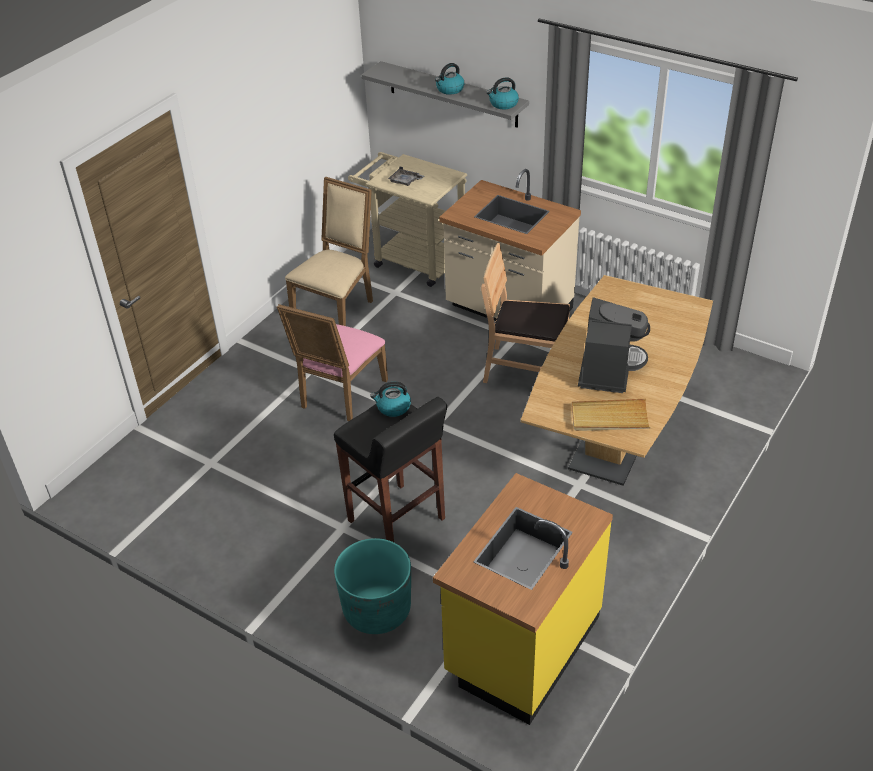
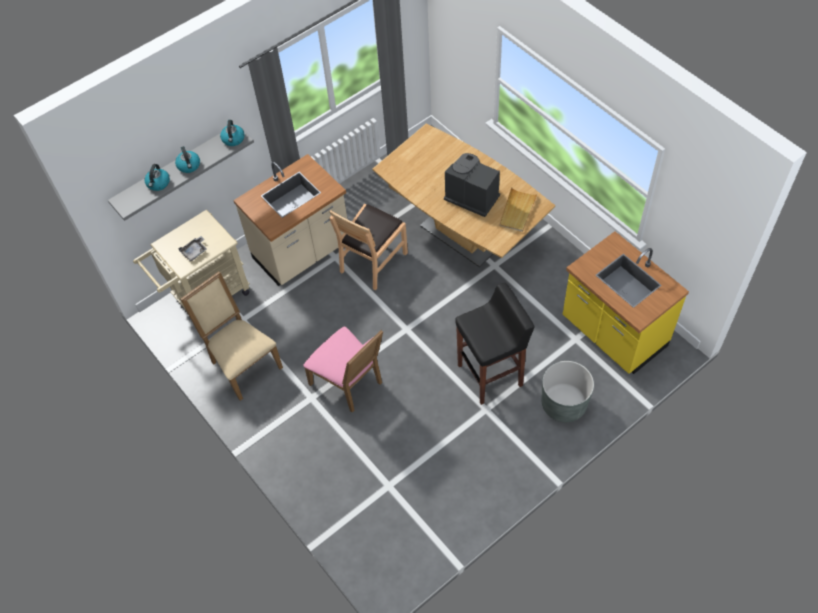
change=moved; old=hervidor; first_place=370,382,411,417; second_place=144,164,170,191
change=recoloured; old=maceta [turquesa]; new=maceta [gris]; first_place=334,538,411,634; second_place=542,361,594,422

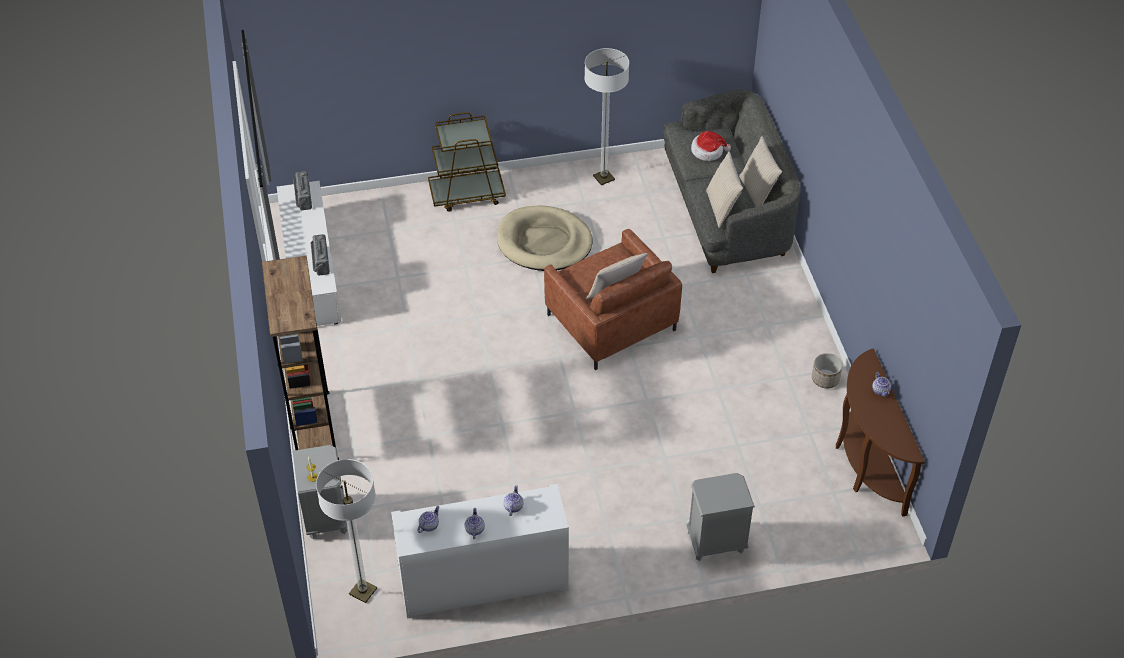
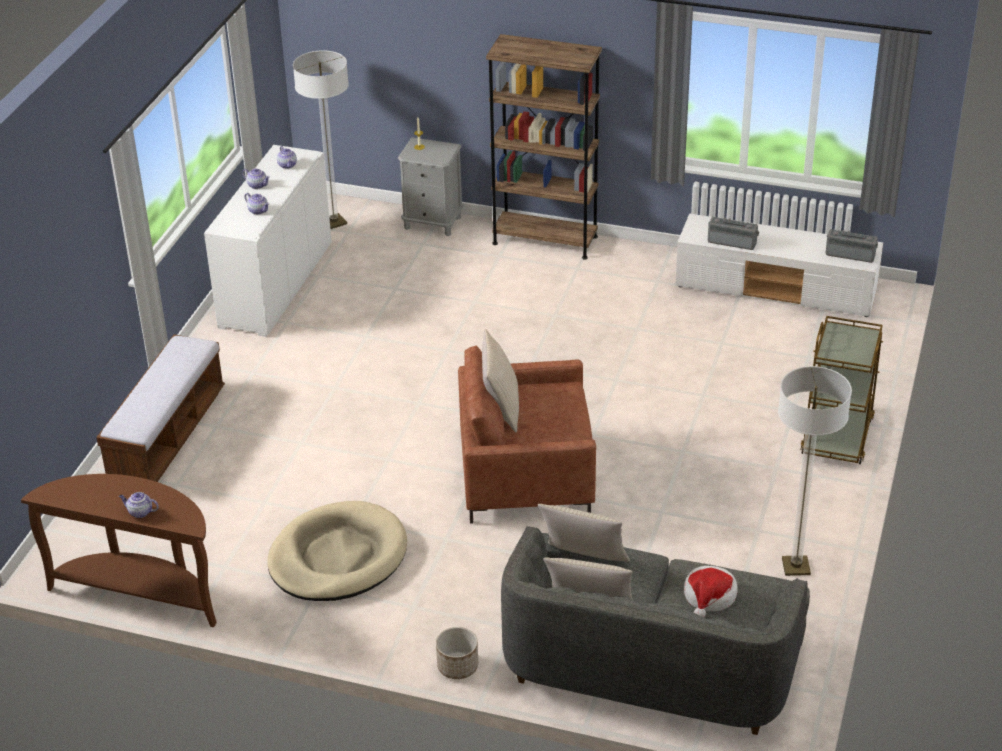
change=moved; old=cama para perro [beis]; first_place=497,205,593,271; second_place=267,501,407,601
change=moved; old=maceta; first_place=812,353,843,388; second_place=436,627,478,679
change=replaced; old=mesita de noche [gris]; new=banco; first_place=687,473,755,561; second_place=96,334,225,482

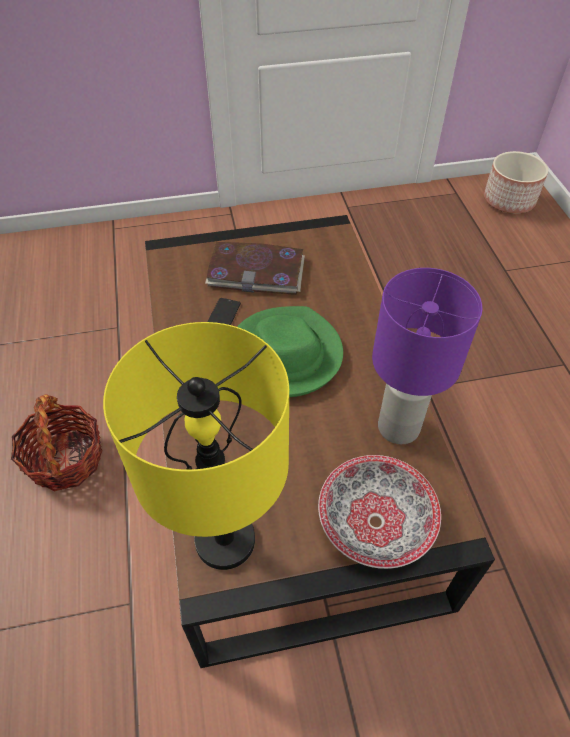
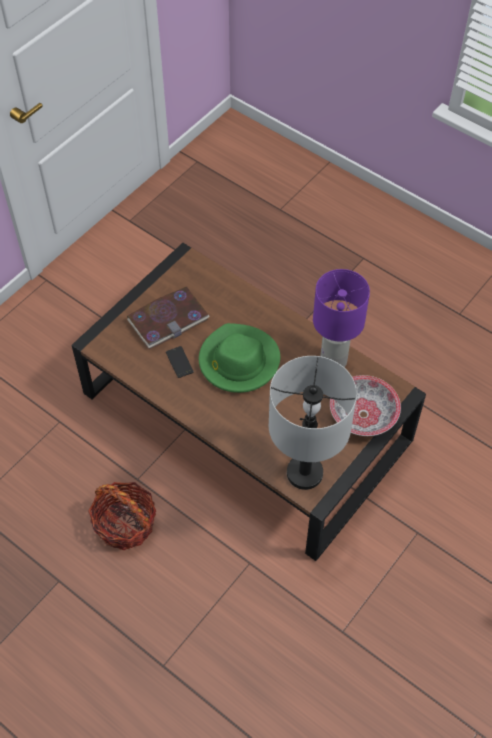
change=removed; old=maceta; first_place=484,151,548,213
change=recoloured; old=lámpara de mesa [amarillo]; new=lámpara de mesa [gris]; first_place=103,322,289,570; second_place=269,356,357,490

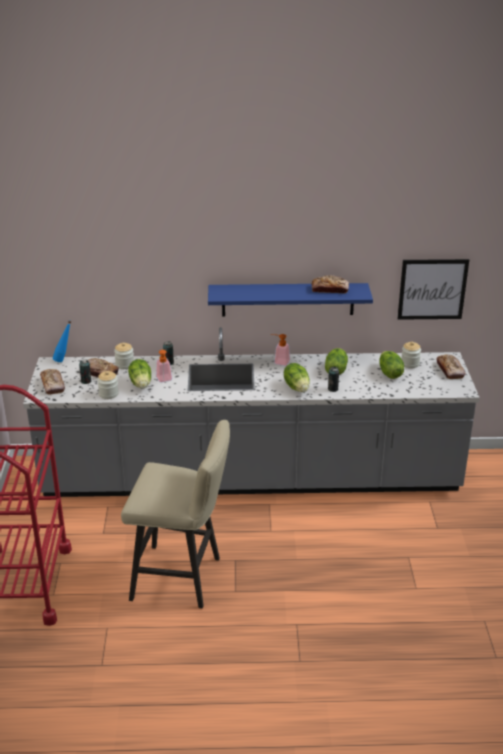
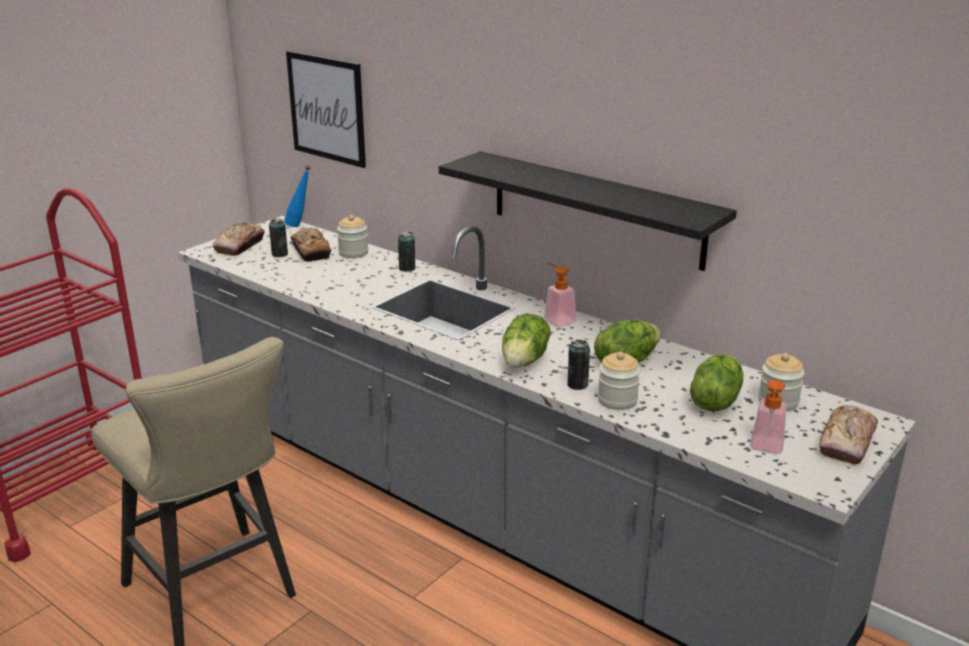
change=moved; old=cuadro; first_place=397,259,469,320; second_place=286,51,366,168
change=removed; old=pan; first_place=312,275,349,294
change=recoloured; old=estante [azul]; new=estante [negro]; first_place=208,283,373,317; second_place=439,151,737,271
change=moved; old=dispensador de jabón; first_place=156,350,172,382; second_place=750,380,787,454
change=removed; old=lechuga; first_place=128,359,151,389
change=moved; old=tarro; first_place=97,371,119,399; second_place=598,352,640,410

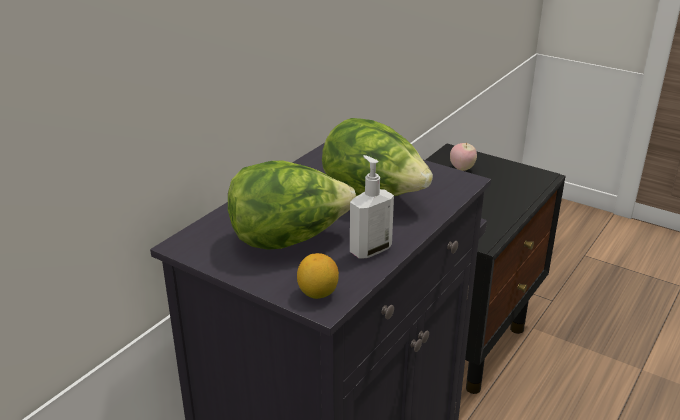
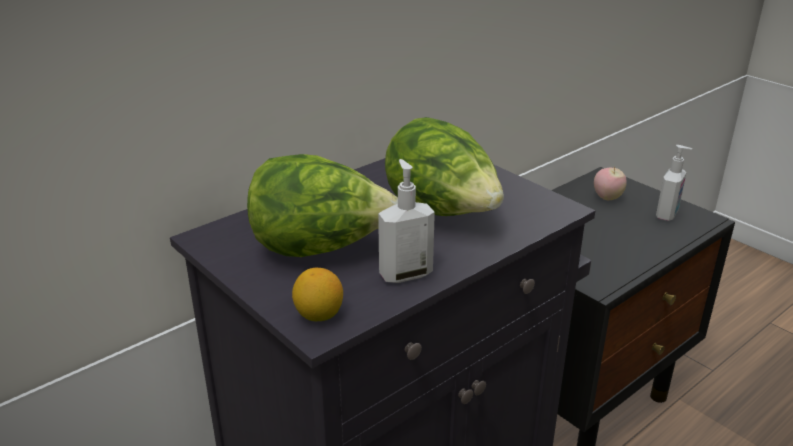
change=added; new=dispensador de jabón; second_place=656,145,692,221

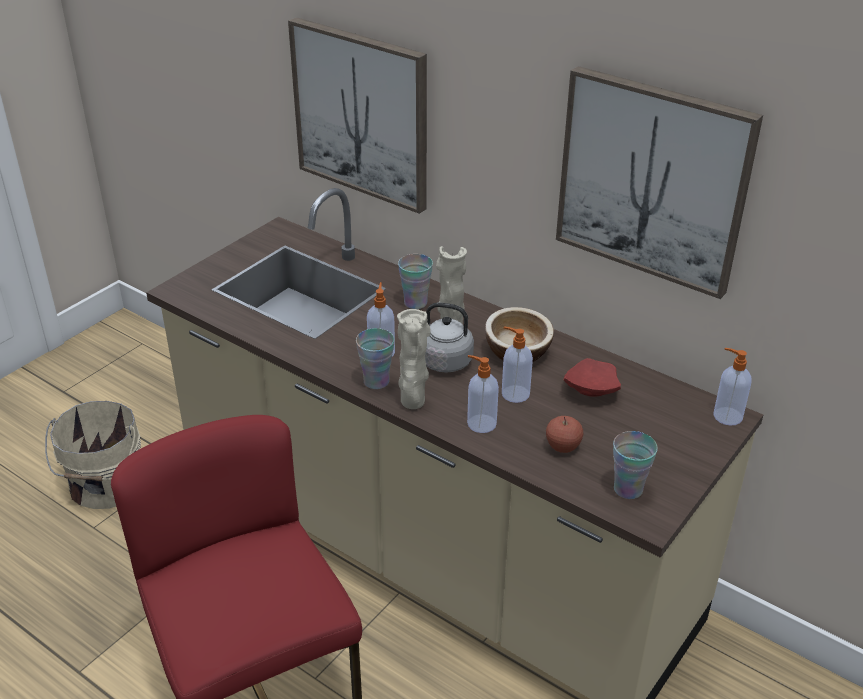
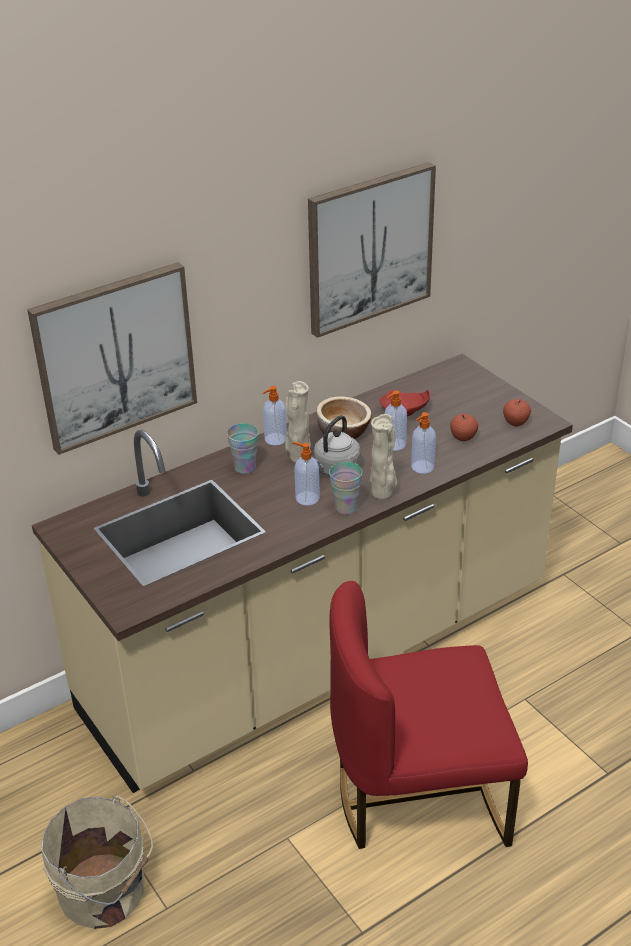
change=moved; old=dispensador de jabón; first_place=713,348,752,426; second_place=263,386,287,445
change=replaced; old=taza; new=manzana; first_place=613,431,658,499; second_place=503,399,531,426

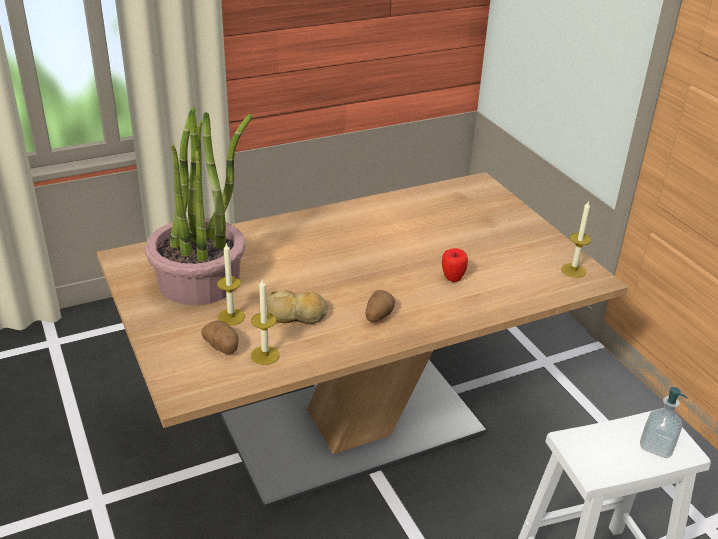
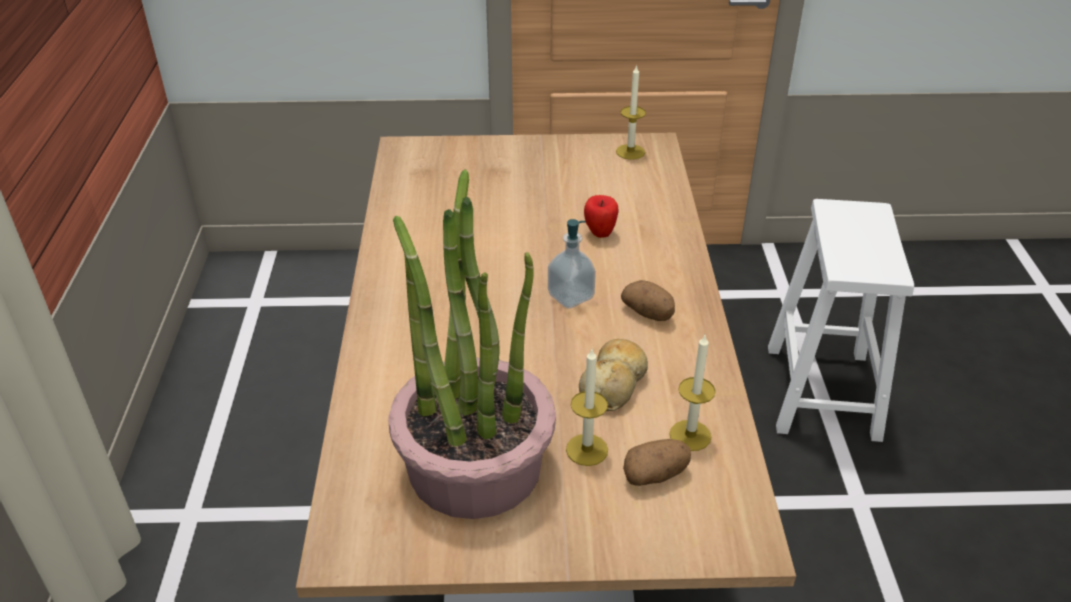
change=moved; old=dispensador de jabón; first_place=640,387,688,458; second_place=548,219,596,309

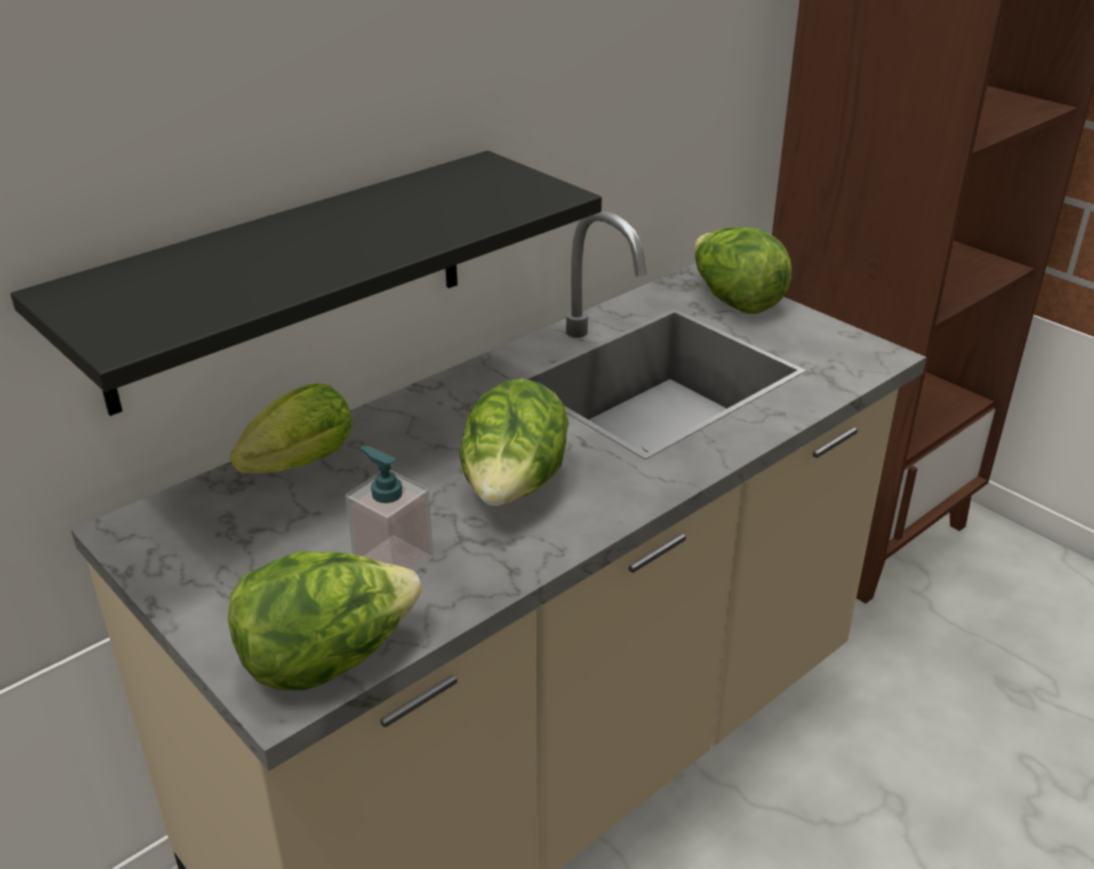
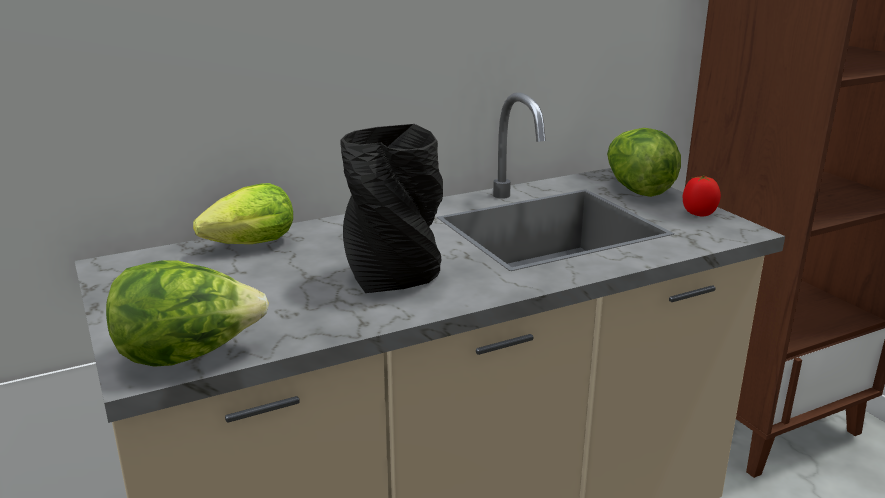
change=removed; old=estante [negro]; first_place=11,151,602,416
change=replaced; old=lechuga; new=florero [negro]; first_place=459,379,569,506; second_place=340,124,443,293
change=removed; old=dispensador de jabón; first_place=345,445,434,571
change=added; new=tomate; second_place=683,175,721,216

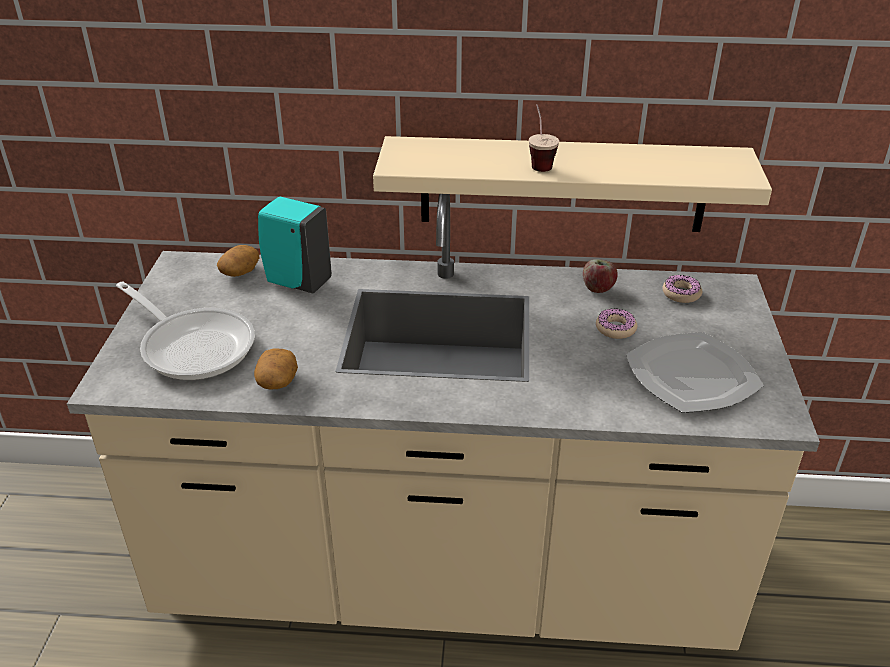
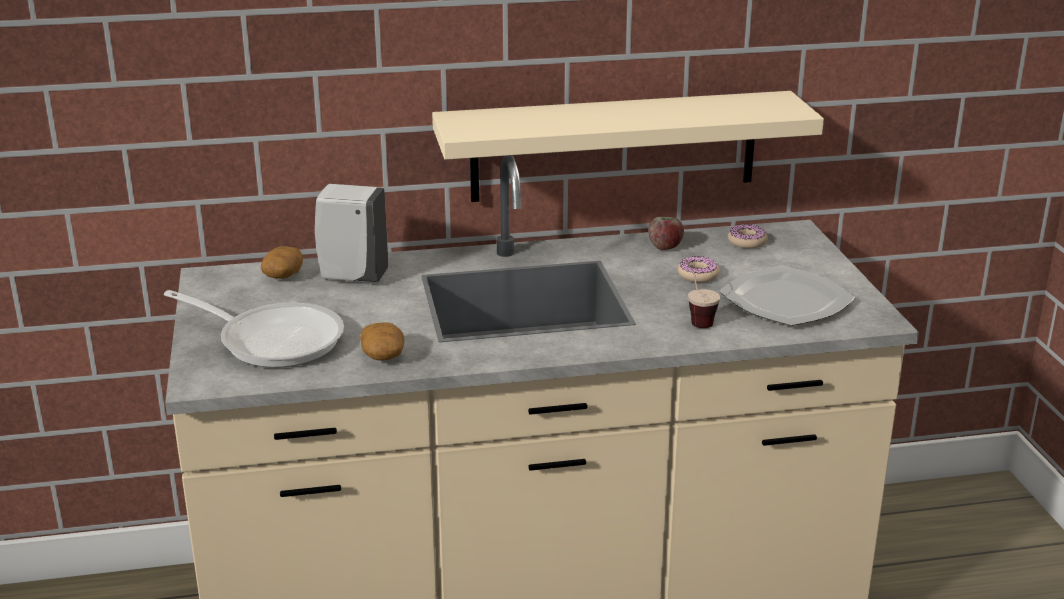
change=moved; old=taza; first_place=529,104,559,172; second_place=685,259,720,328
change=recoloured; old=dispensador de jabón [turquesa]; new=dispensador de jabón [blanco]; first_place=258,196,332,294; second_place=315,184,388,282

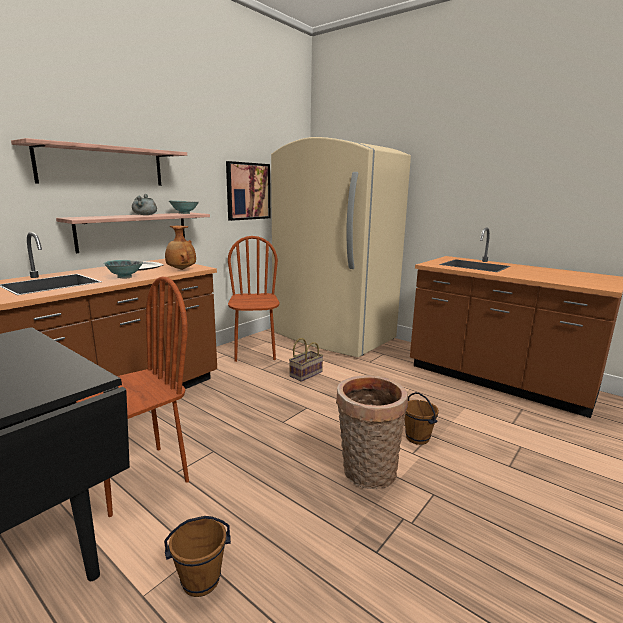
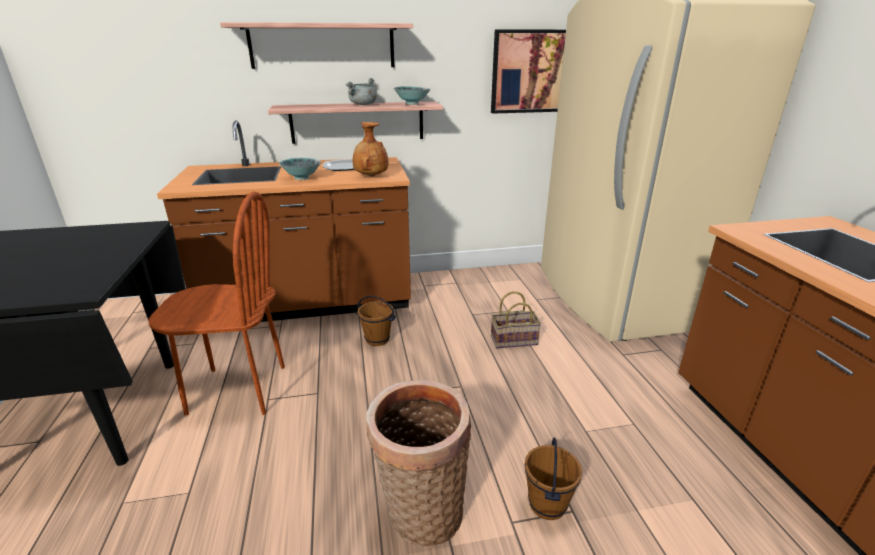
change=removed; old=silla [marrón]; first_place=228,236,280,362
change=moved; old=cubo [marrón]; first_place=164,516,231,597; second_place=356,295,396,346

